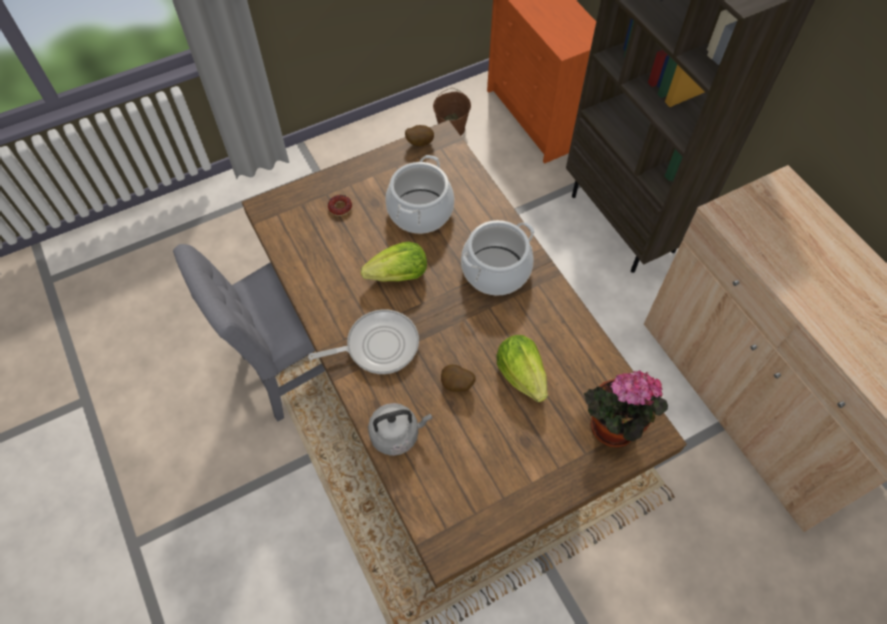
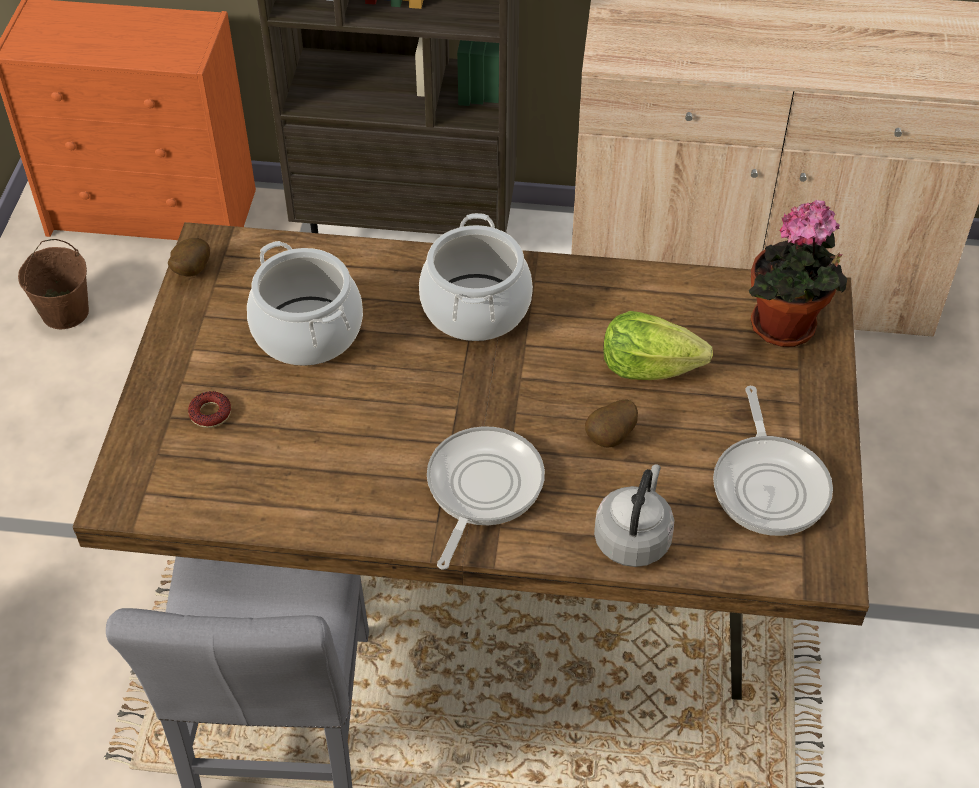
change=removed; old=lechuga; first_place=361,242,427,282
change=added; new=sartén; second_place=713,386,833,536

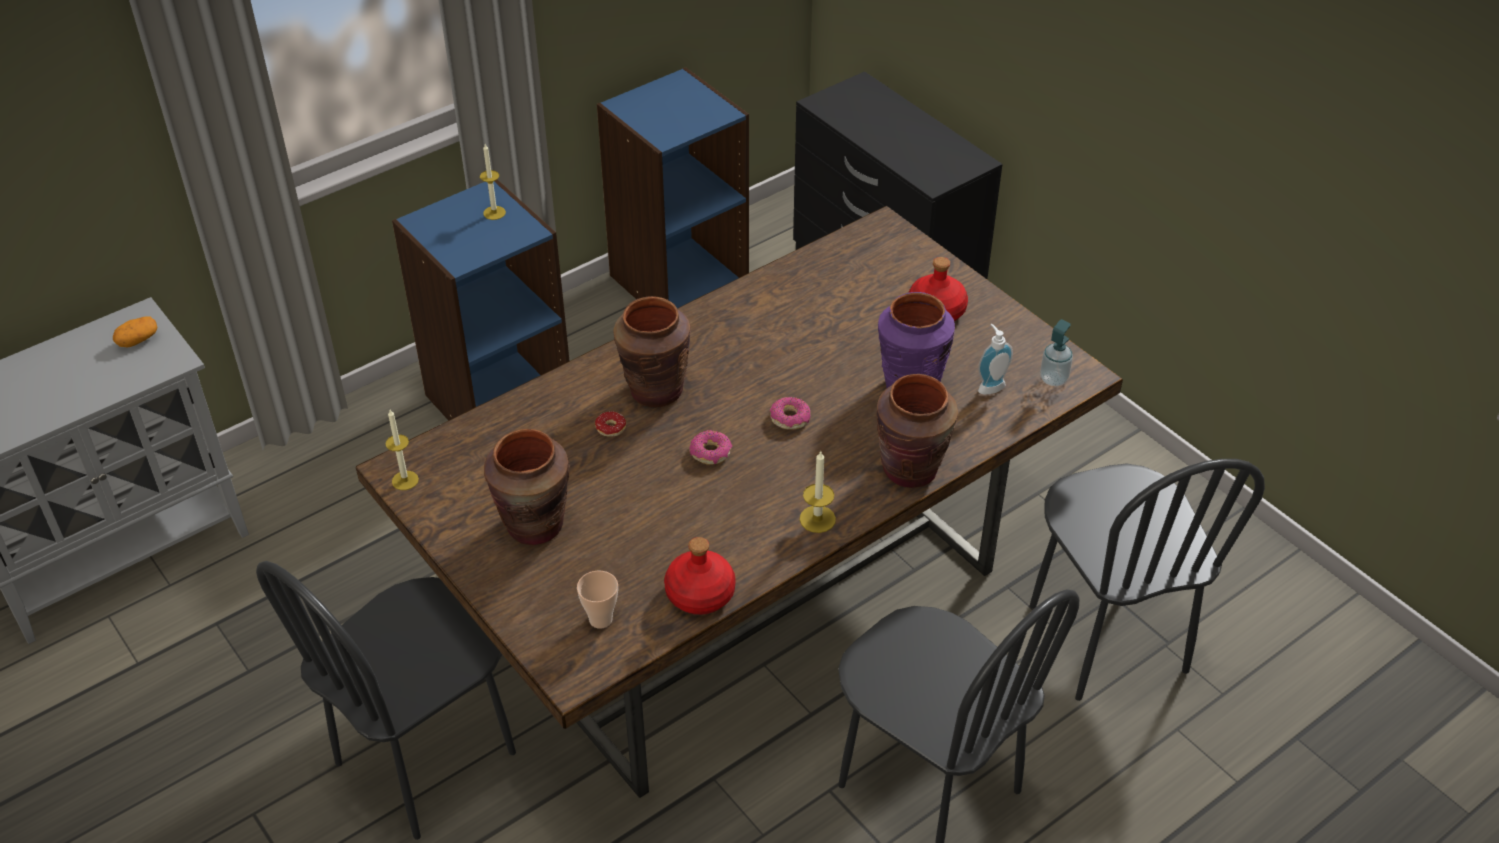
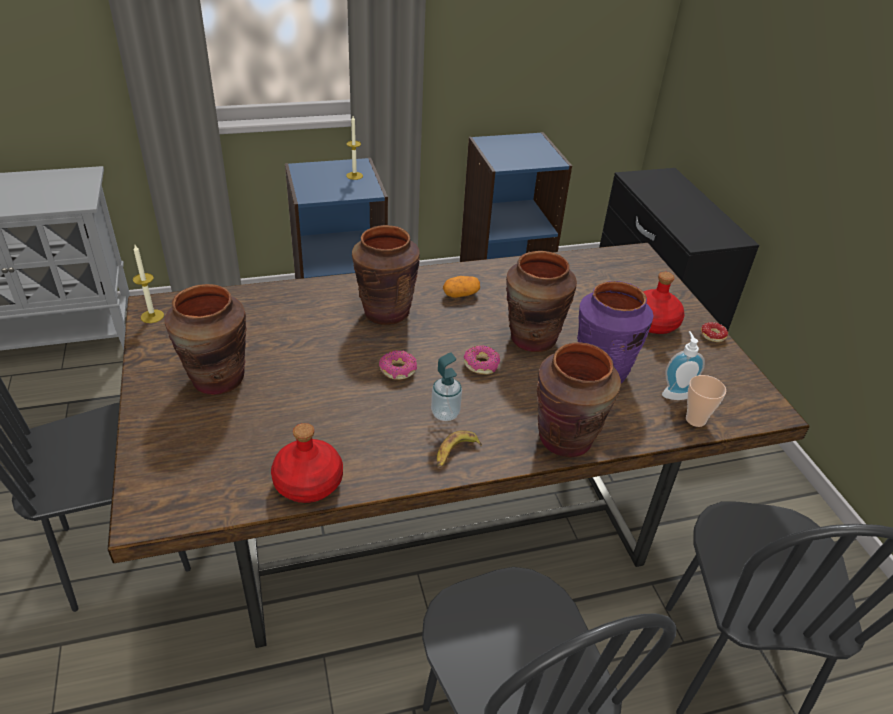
change=moved; old=patata; first_place=113,316,157,347; second_place=443,276,480,298
change=moved; old=dispensador de jabón; first_place=1040,319,1073,386; second_place=431,352,462,421
change=moved; old=rosquilla; first_place=595,411,626,437; second_place=701,322,728,342
change=replaced; old=vela; new=plátano; first_place=800,450,836,533; second_place=437,430,482,468
change=moved; old=taza; first_place=577,571,618,629; second_place=686,375,726,427
change=added; new=florero [marrón]; second_place=506,251,577,352

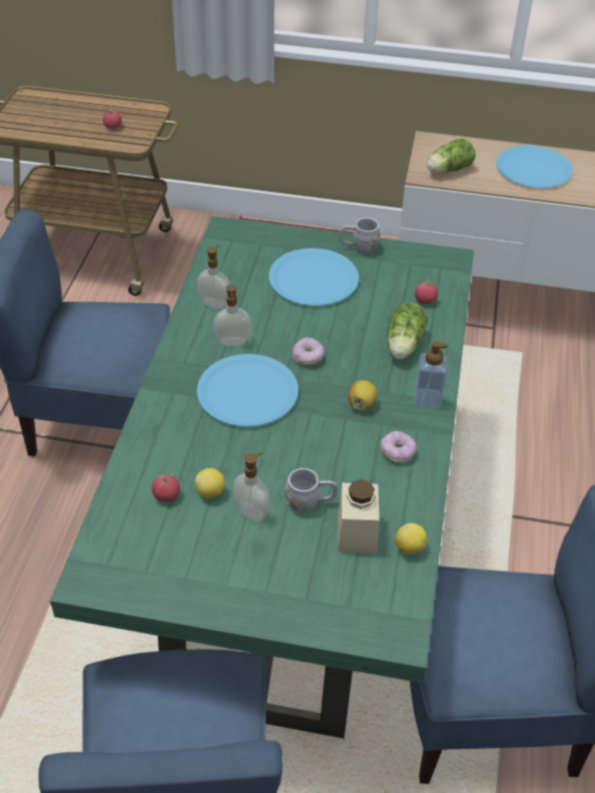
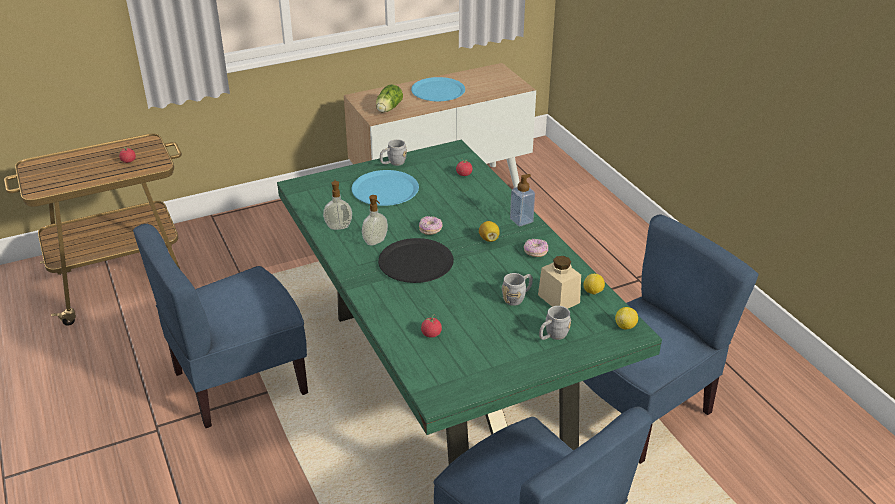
change=removed; old=lechuga; first_place=387,302,428,359
change=recoloured; old=plato [azul]; new=plato [negro]; first_place=197,354,298,427; second_place=378,238,454,283
change=removed; old=dispensador de jabón; first_place=233,452,270,522
change=moved; old=limón; first_place=195,468,225,498; second_place=615,307,638,330
change=added; new=taza grande [gris]; second_place=539,306,571,340

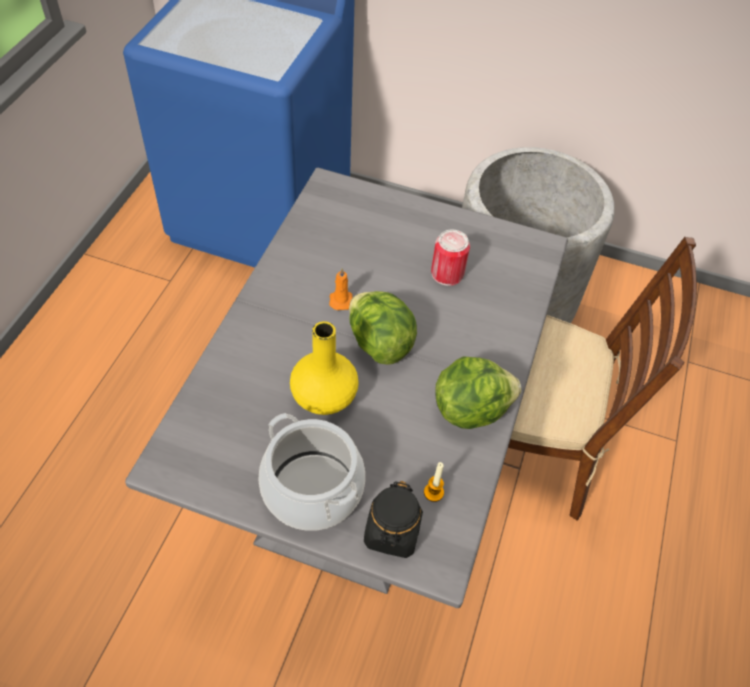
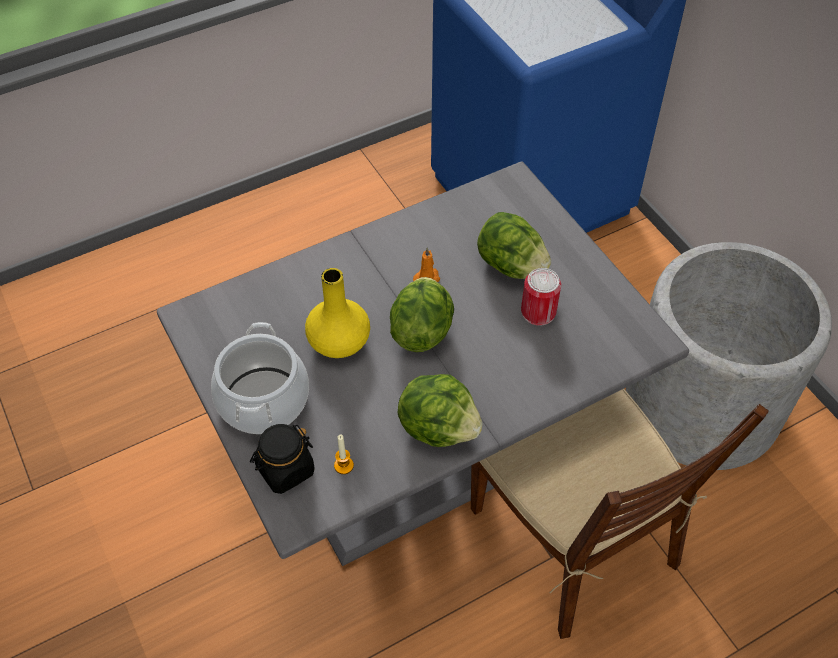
change=added; new=lechuga; second_place=477,212,551,279

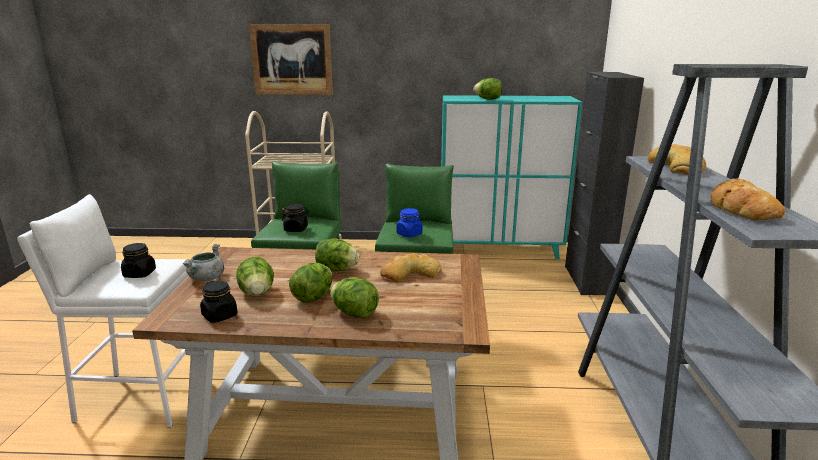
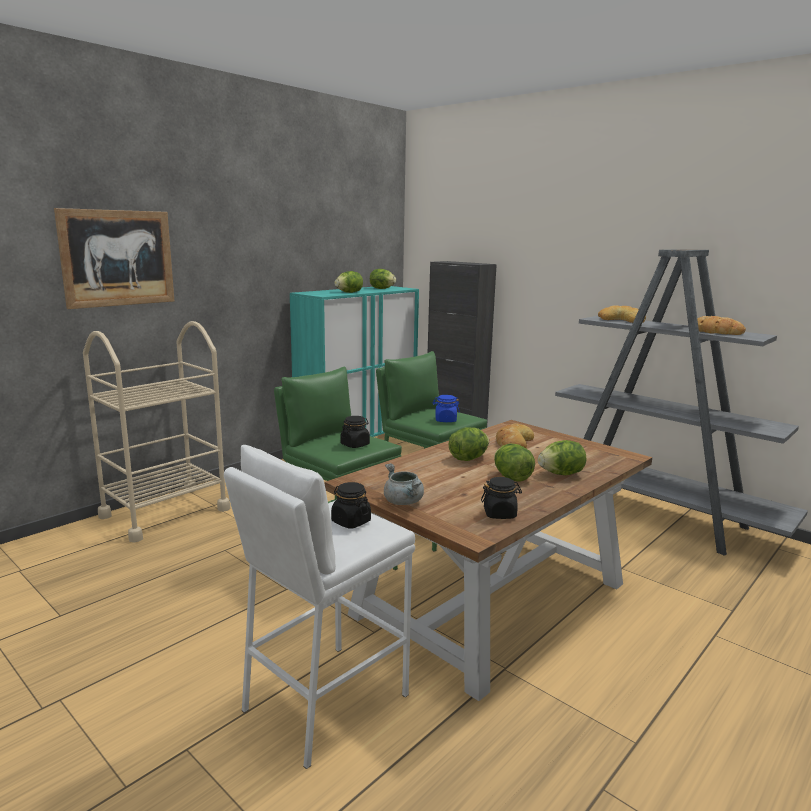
change=moved; old=lechuga; first_place=236,257,274,296; second_place=370,269,396,289

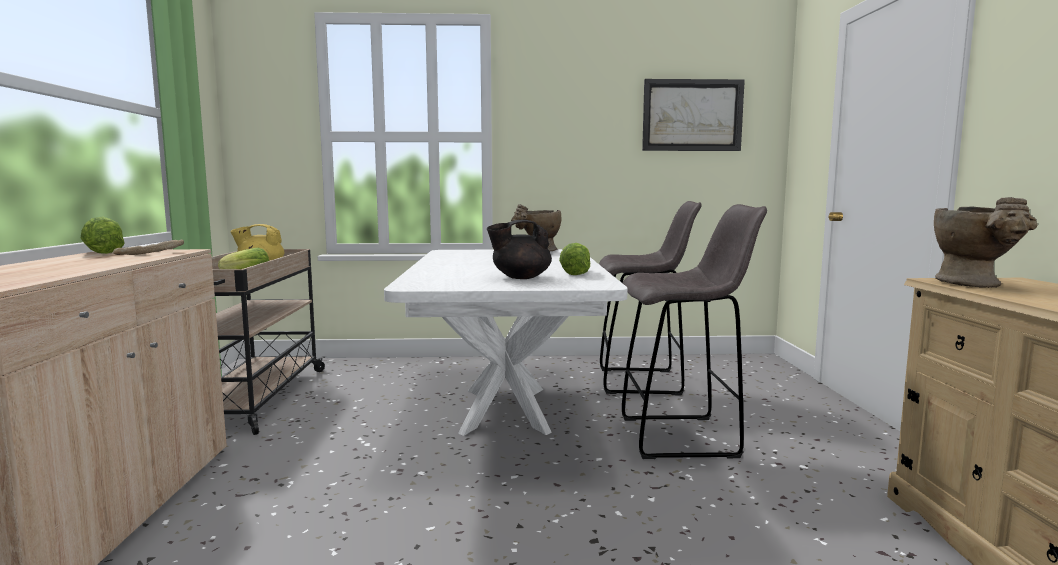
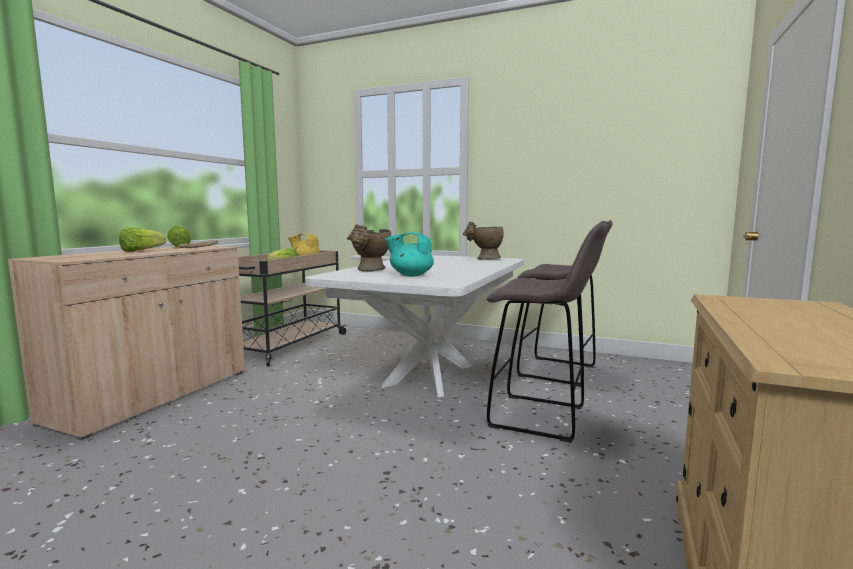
change=removed; old=cuadro; first_place=642,79,745,151
change=moved; old=florero [beis]; first_place=934,197,1038,288; second_place=347,225,391,272
change=recoloured; old=tetera [negro]; new=tetera [turquesa]; first_place=487,220,552,279; second_place=385,232,434,277
change=moved; old=lechuga; first_place=559,243,590,275; second_place=119,227,166,252

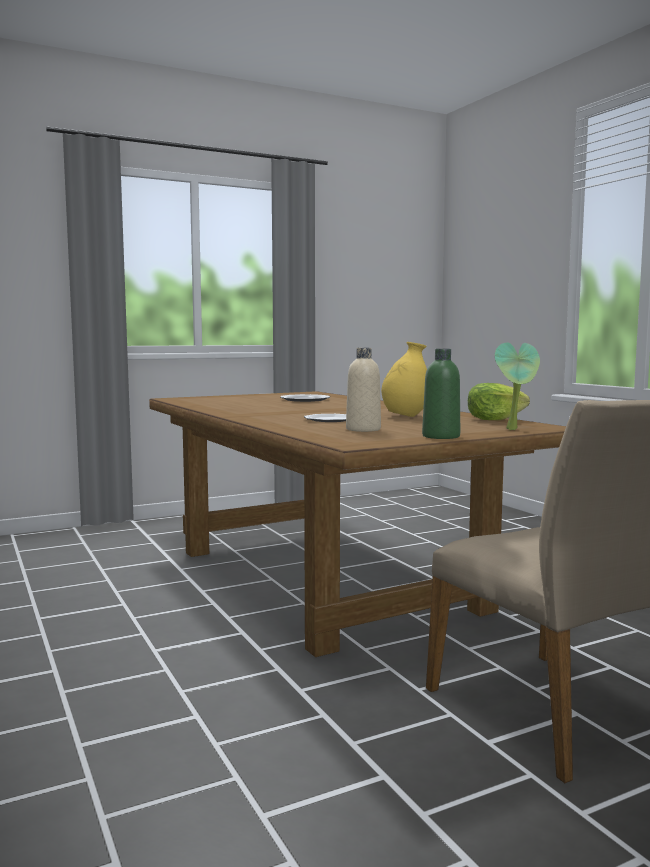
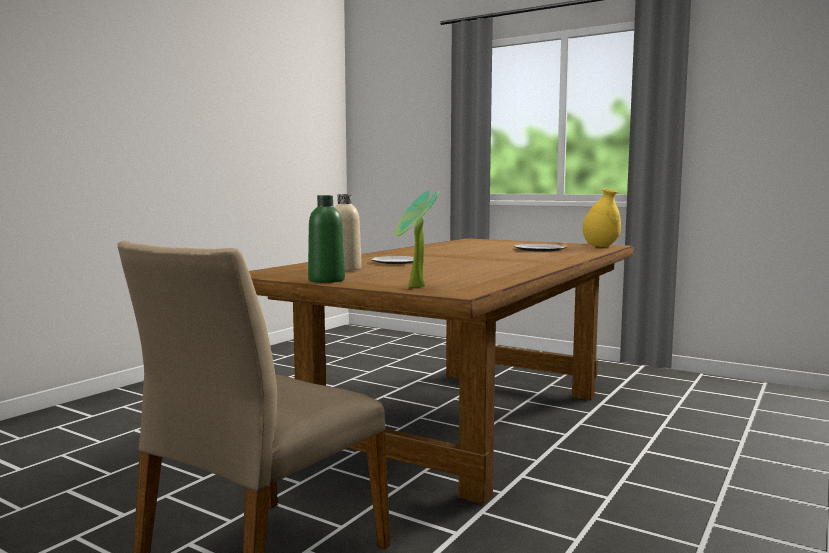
change=moved; old=florero [amarillo]; first_place=381,342,427,417; second_place=583,189,621,247
change=removed; old=lechuga; first_place=468,383,530,420

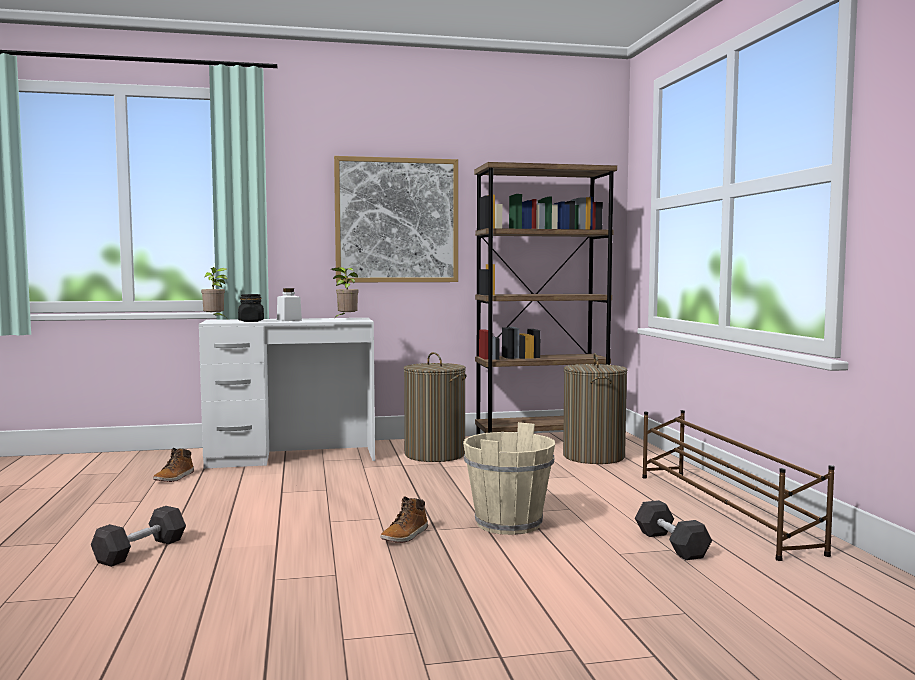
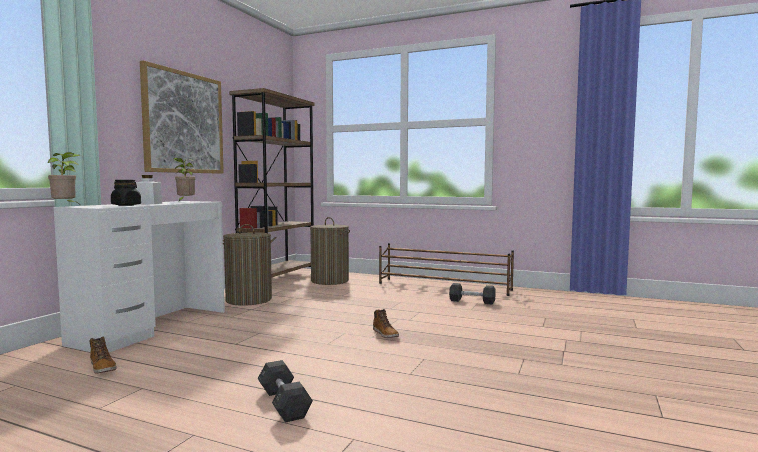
change=removed; old=cubo [beis]; first_place=463,422,555,535

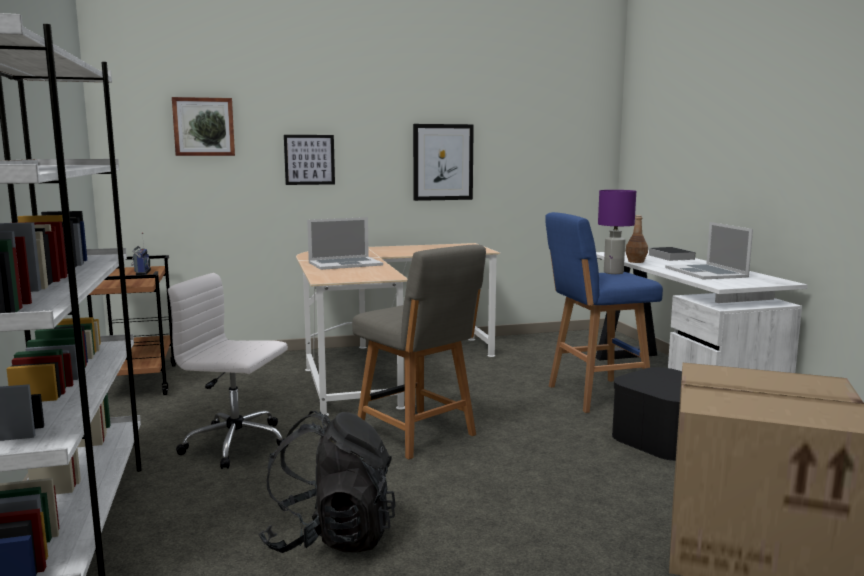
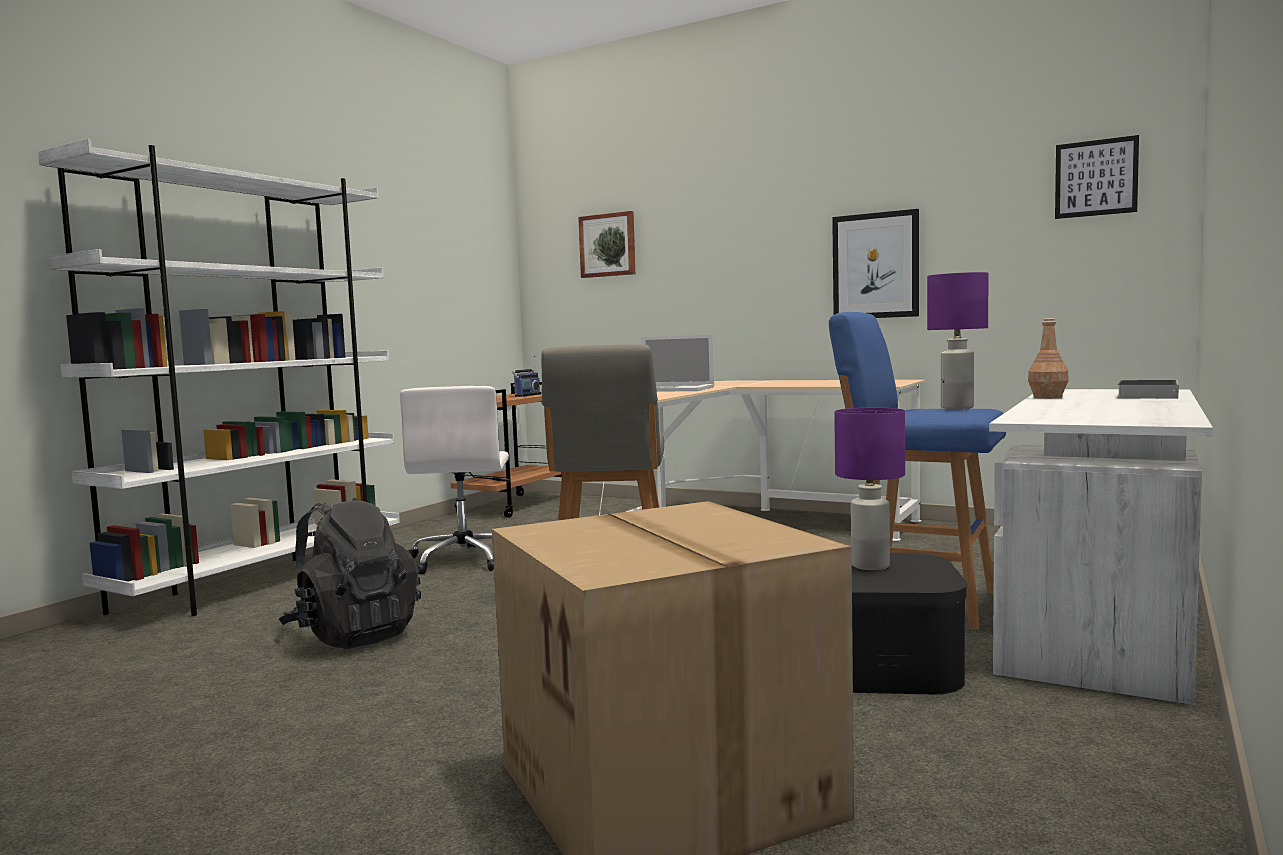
change=moved; old=cuadro; first_place=284,135,335,185; second_place=1055,135,1139,219
change=removed; old=portátil; first_place=665,222,753,279
change=turned; old=silla de oficina [blanco]; first_place=168,273,288,469; second_place=400,386,510,574; degrees=-150
change=added; new=lámpara de mesa [morado]; second_place=834,408,905,570

